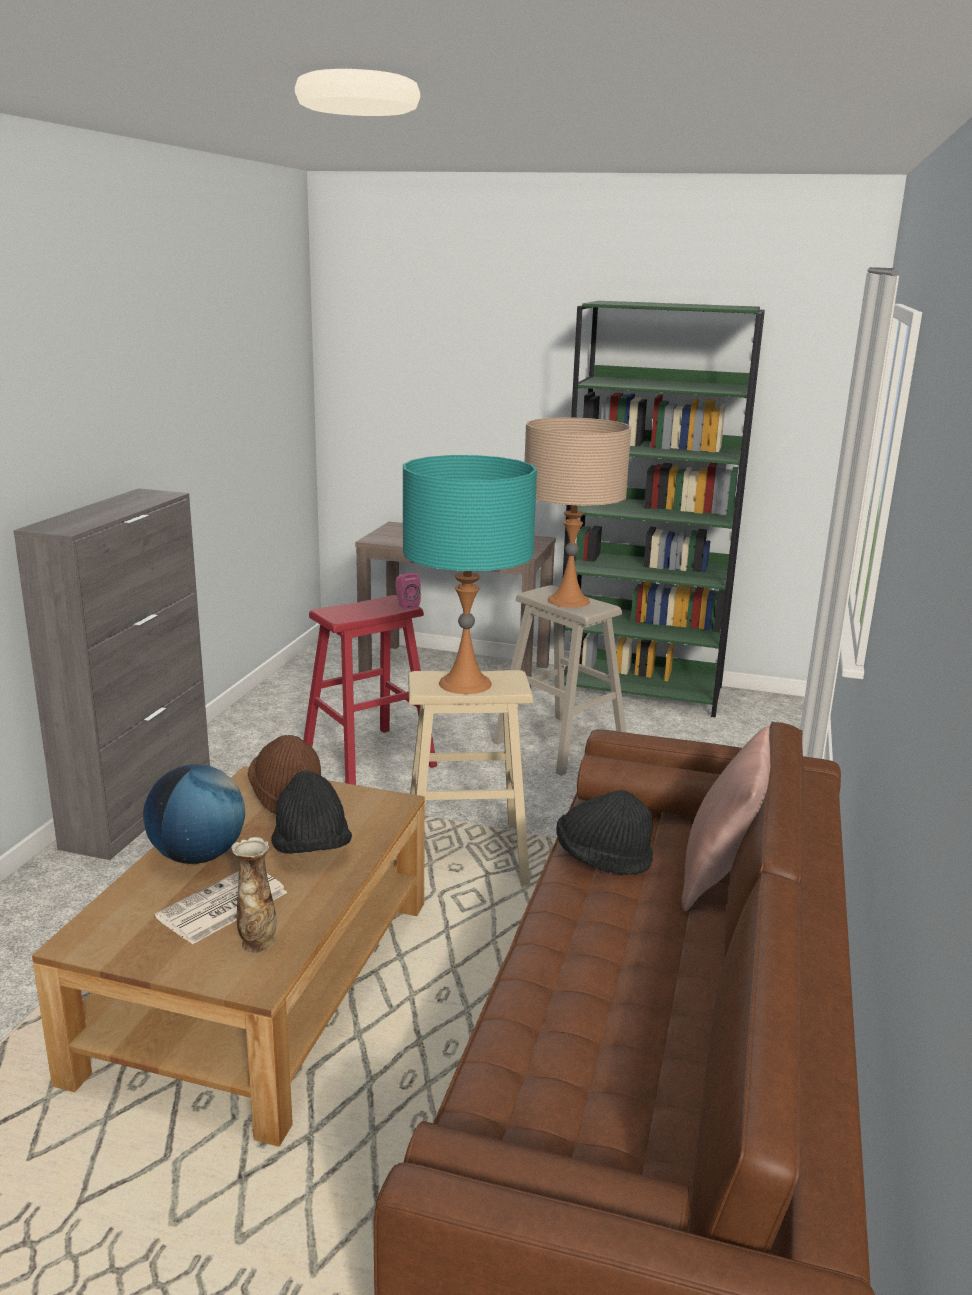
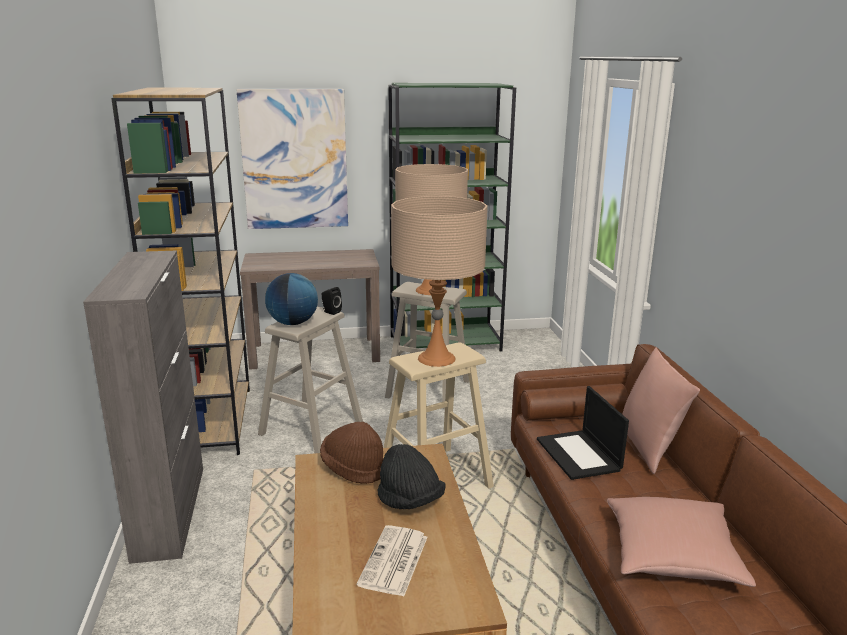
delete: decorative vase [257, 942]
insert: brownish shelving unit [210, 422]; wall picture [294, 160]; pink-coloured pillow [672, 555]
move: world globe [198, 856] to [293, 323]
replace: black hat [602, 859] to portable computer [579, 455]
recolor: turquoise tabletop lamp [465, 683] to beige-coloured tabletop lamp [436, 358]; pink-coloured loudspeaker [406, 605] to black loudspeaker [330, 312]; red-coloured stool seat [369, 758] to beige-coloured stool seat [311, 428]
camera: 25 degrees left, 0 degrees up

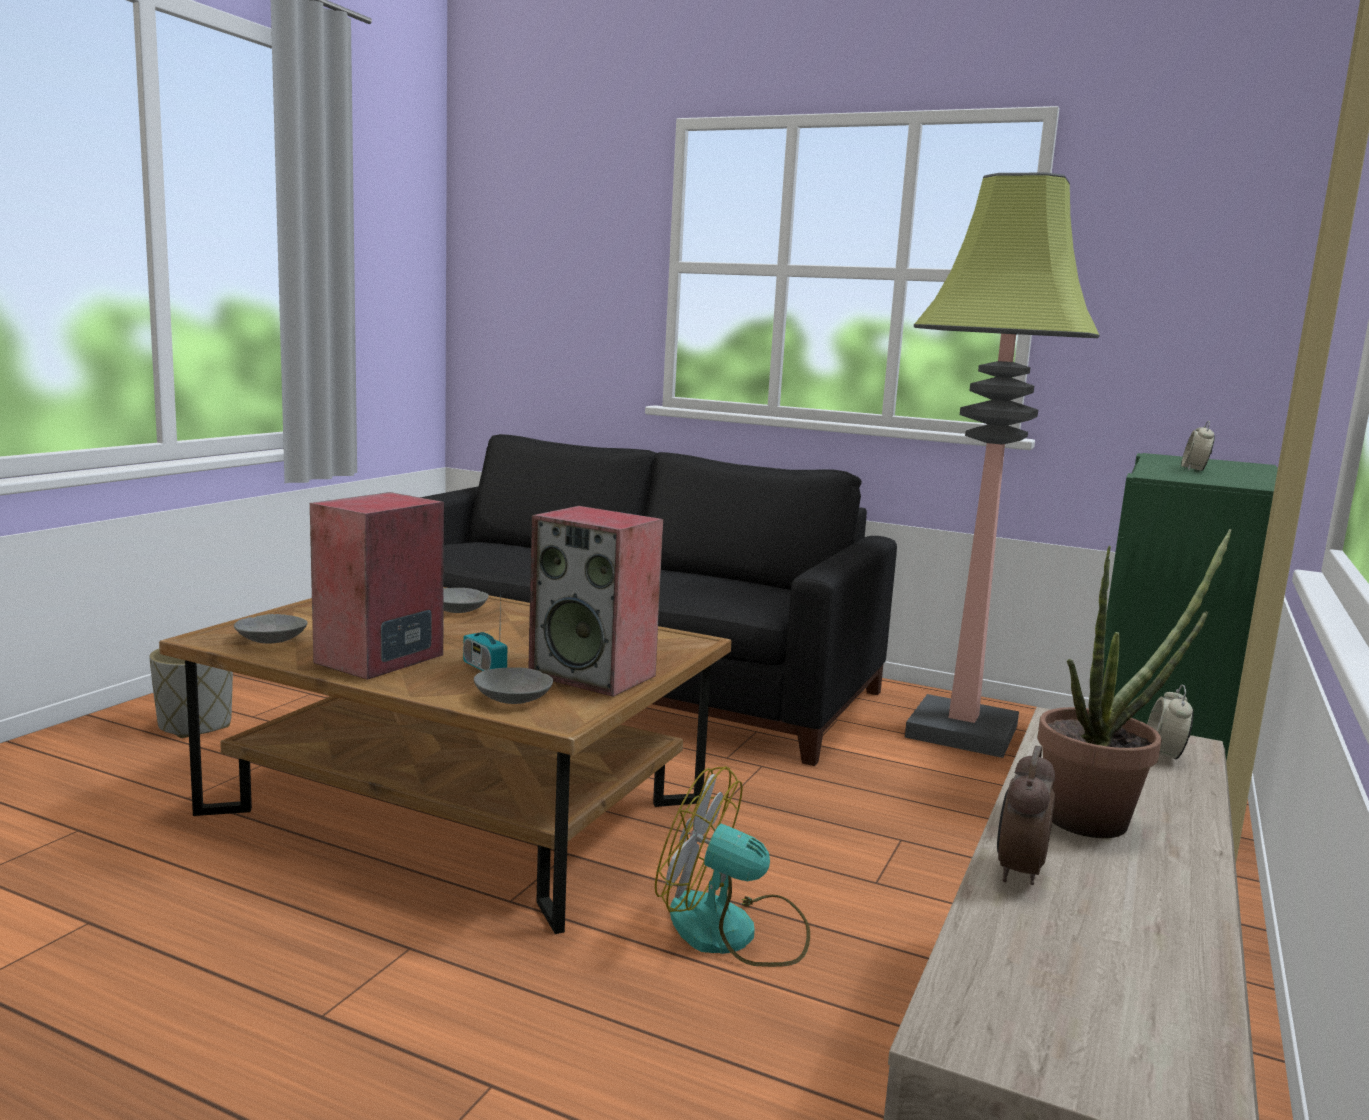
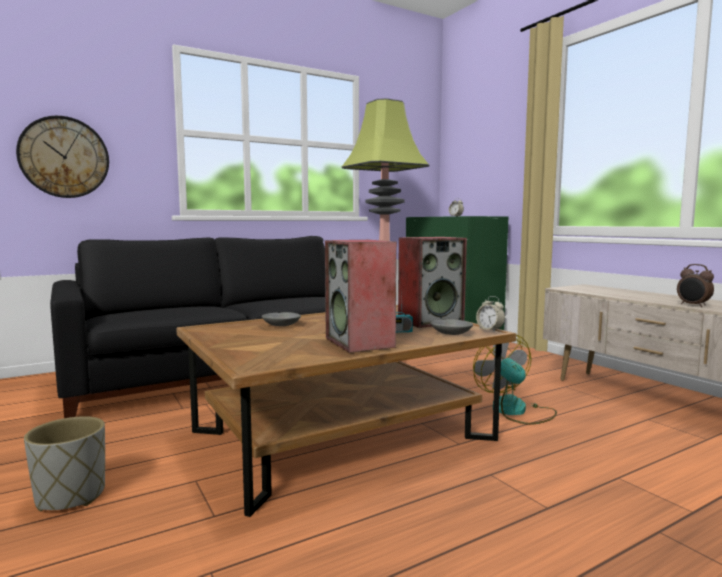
delete: potted plant [1100, 817]; gray bowl [271, 639]
insert: wall clock [64, 157]
move: bedside clock [1163, 755] to [490, 330]
rotate: cooling fan [733, 932] = [516, 411] 105 degrees clockwise
camera: 55 degrees left, 5 degrees down

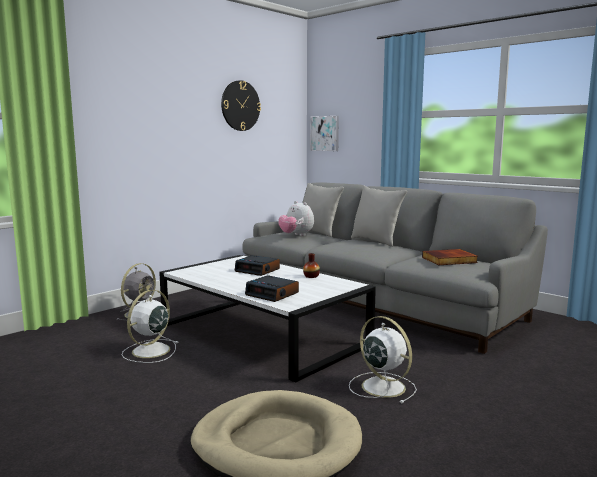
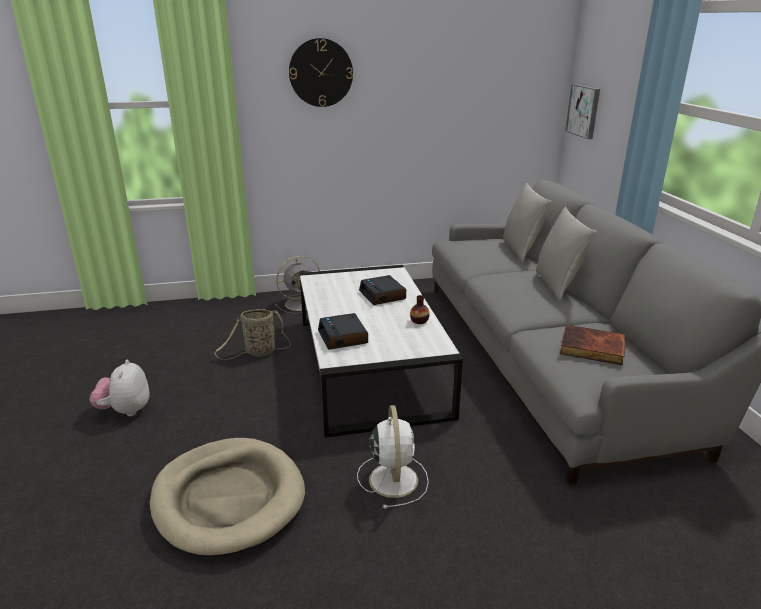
move: wall clock [240, 105] to [321, 73]; plush toy [296, 235] to [125, 410]
replace: white-coloured cooling fan [150, 351] to household basket [258, 352]
camera: 35 degrees right, 15 degrees up

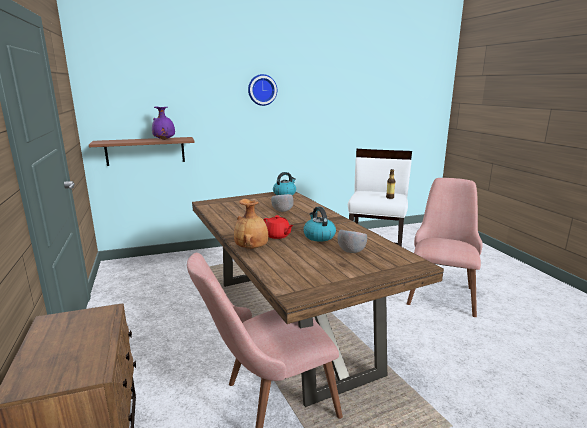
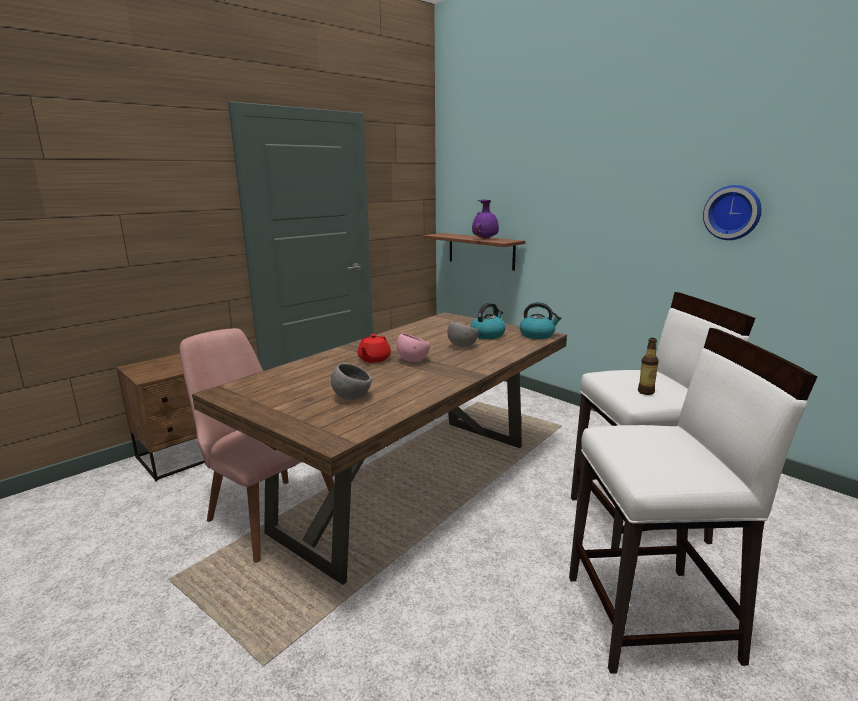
delete: brownish decorative vase [252, 248]
insert: pink-coloured bowl [412, 360]
move: wall clock [262, 90] to [733, 212]; water kettle [318, 236] to [488, 335]
replace: pink-coloured plain chair [441, 291] to white-coloured stool seat [652, 618]
camera: 65 degrees right, 0 degrees up

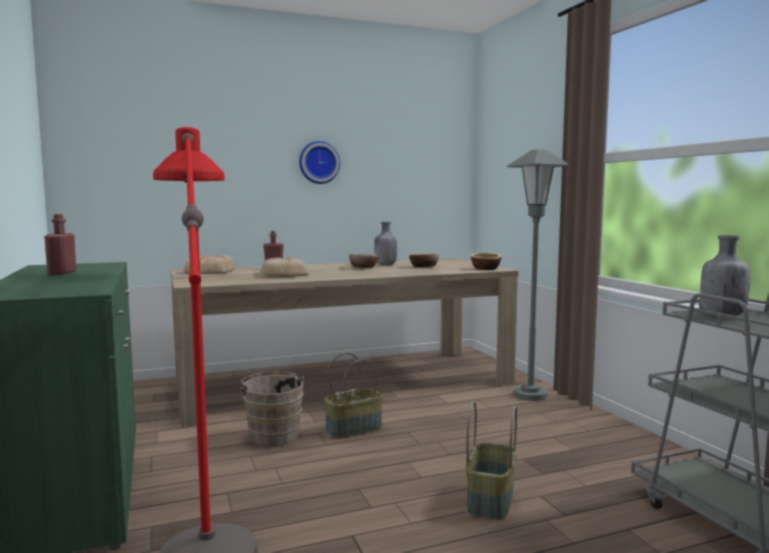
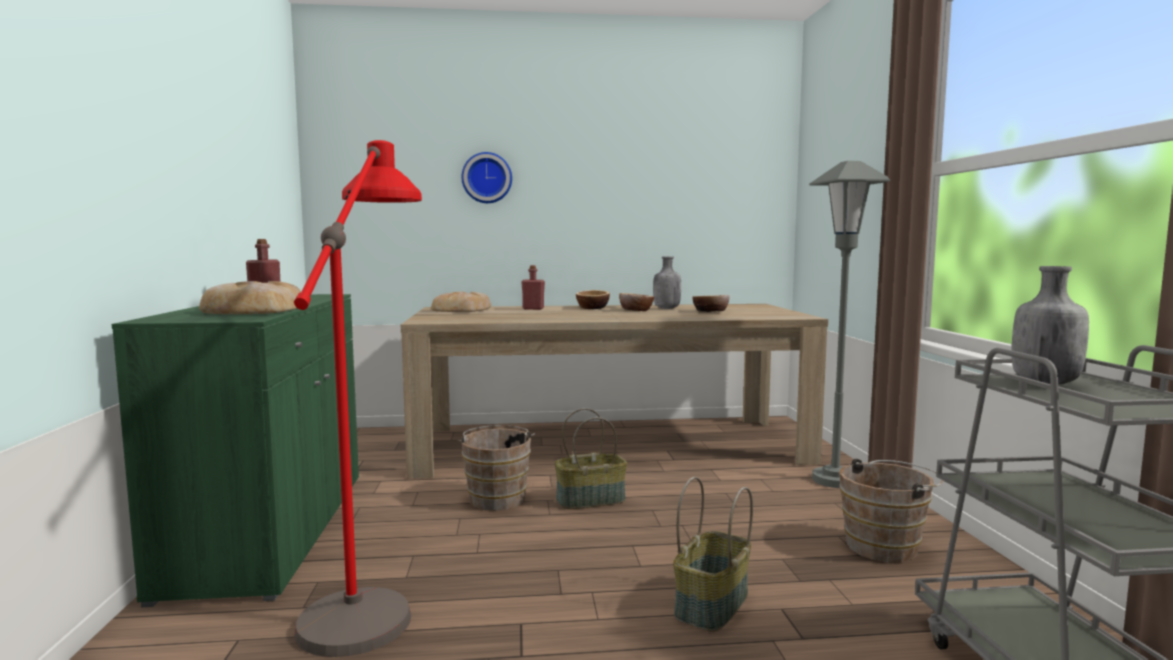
insert: brownish pail [886, 547]
move: wall clock [318, 162] to [487, 178]; bowl [485, 269] to [592, 308]; baked bread [284, 274] to [253, 310]
camera: 15 degrees right, 0 degrees up

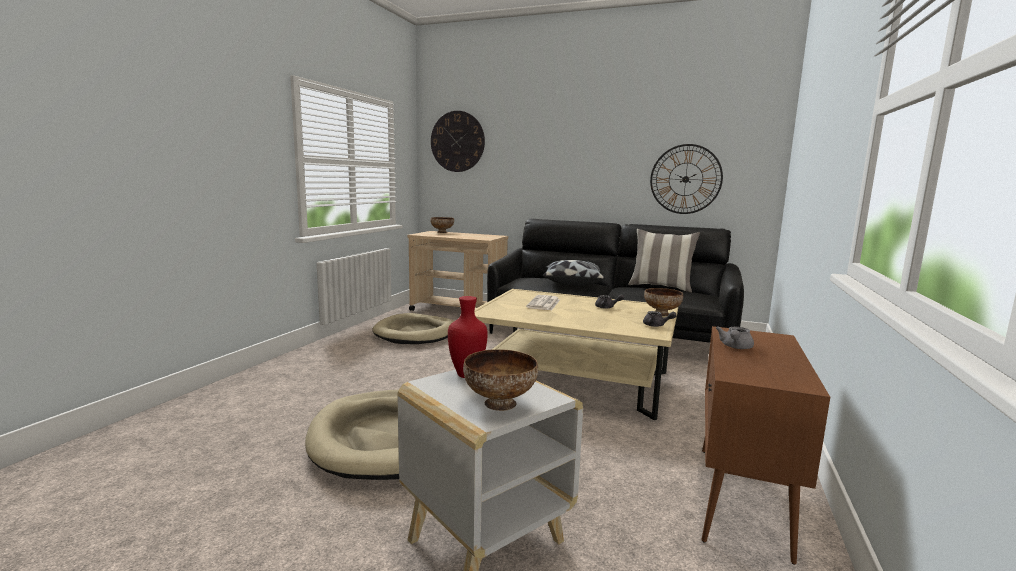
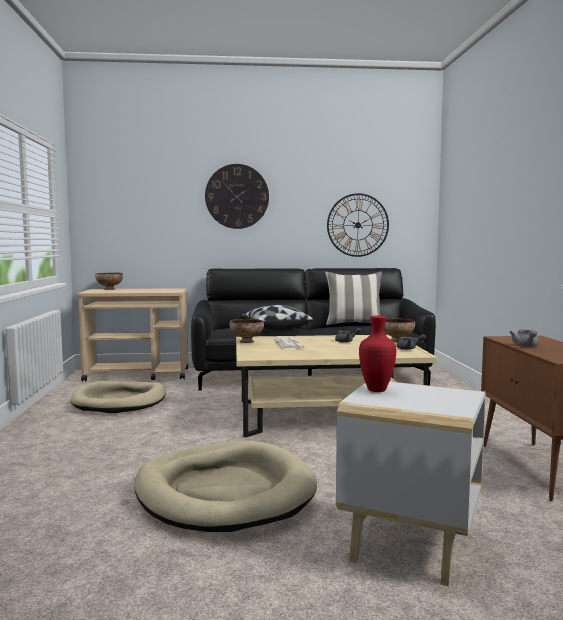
move: wall clock [457, 141] to [237, 196]; bowl [499, 403] to [246, 341]
camera: 25 degrees left, 5 degrees down

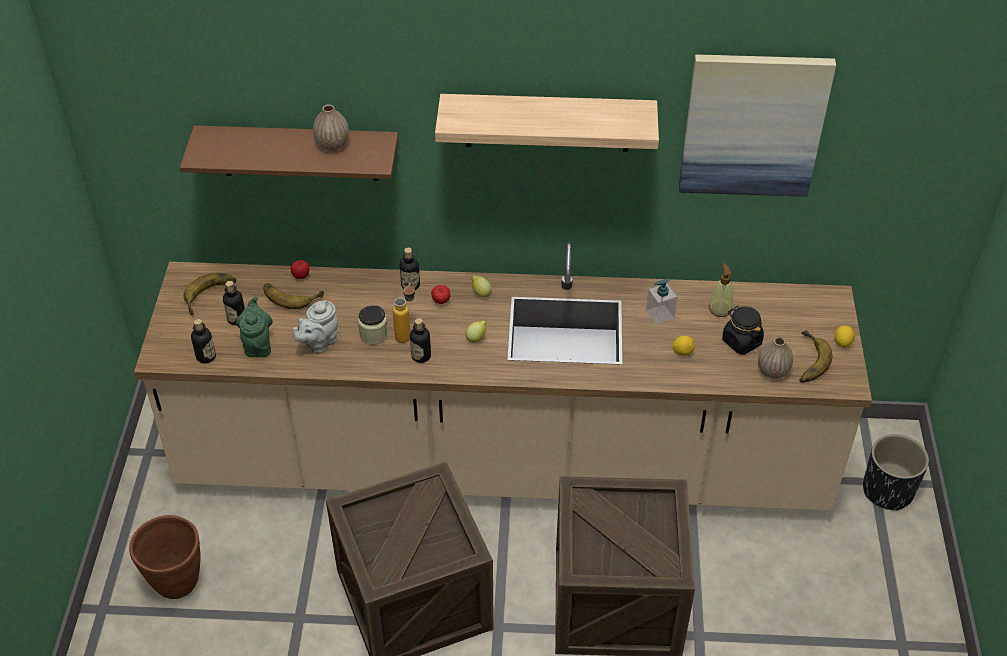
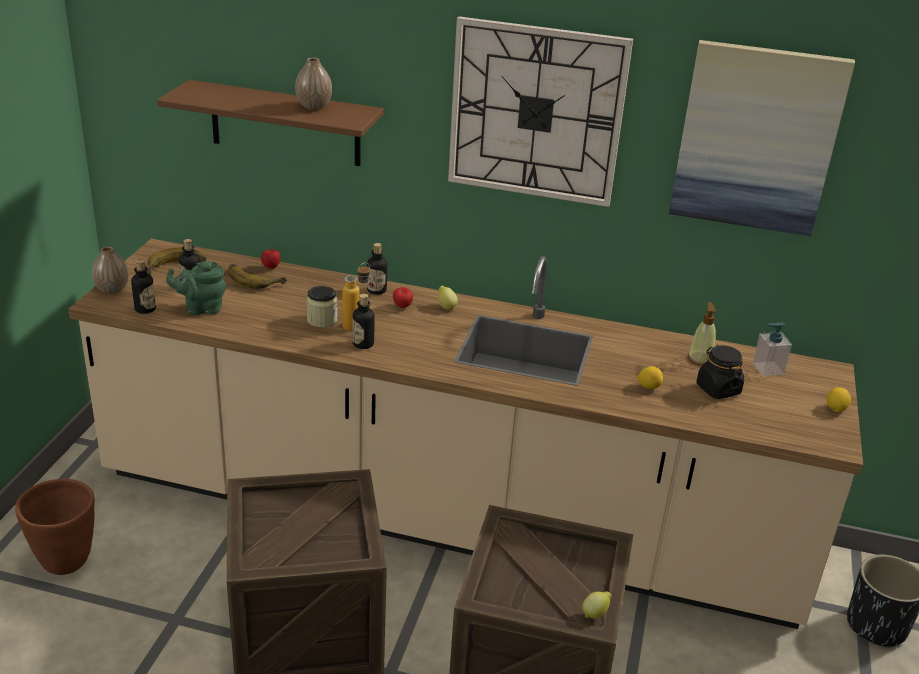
delete: gray tea pot [319, 343]; whole banana [806, 360]
move: liquid soap bottle [659, 314] to [768, 368]; whole lemon [476, 338] to [595, 613]; decorative vase [772, 372] to [112, 290]
replace: bracket shelf [547, 122] to wall clock [536, 112]
rotate: greenish tea pot [258, 344] = [201, 308] 105 degrees counterclockwise
camera: 10 degrees right, 15 degrees down

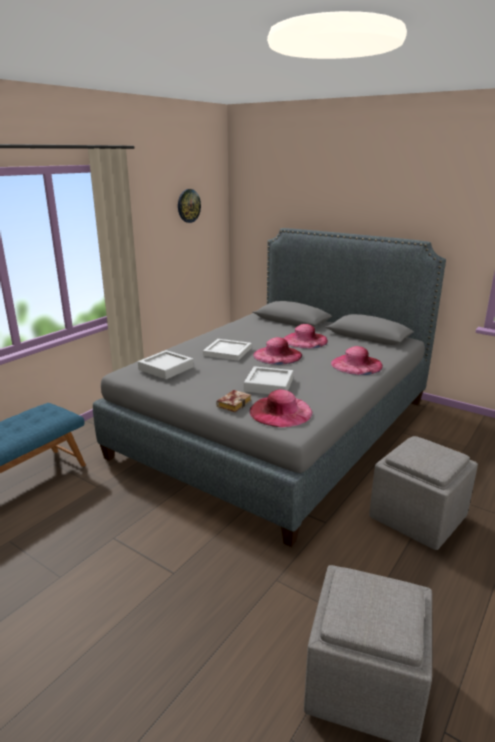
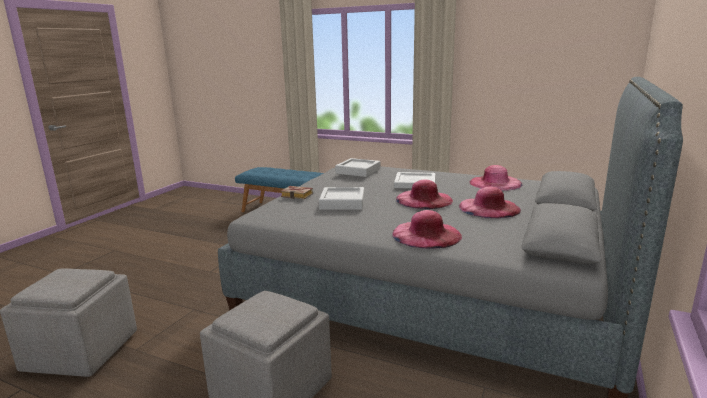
delete: wall clock [188, 205]
move: pink-coloured hat [280, 411] to [495, 183]
camera: 80 degrees right, 5 degrees down

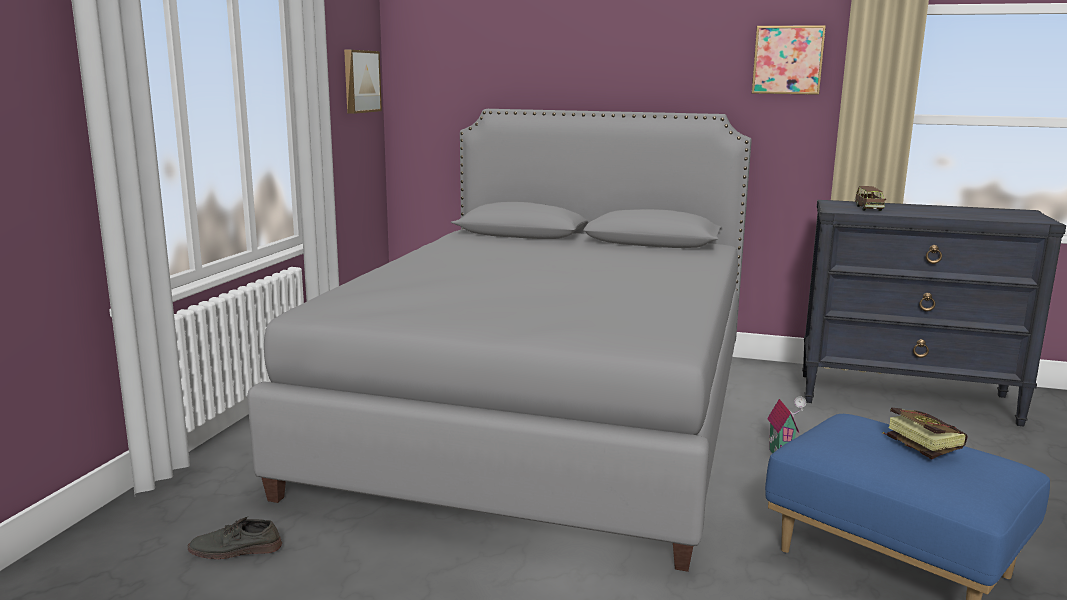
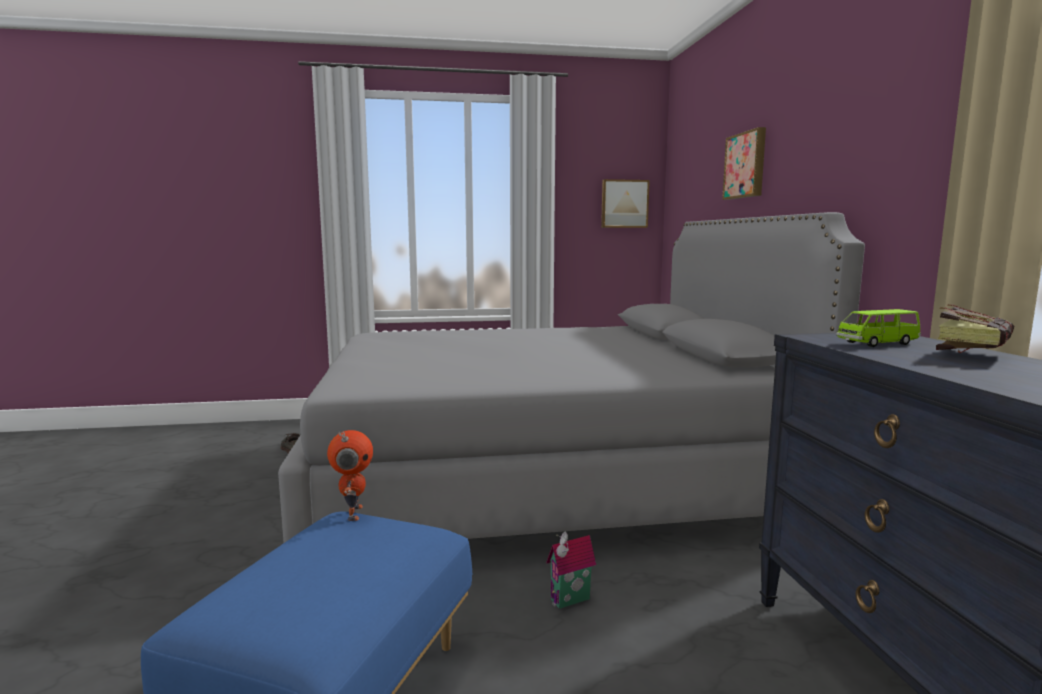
insert: model robot [353, 513]
move: wall picture [787, 60] to [746, 165]; volume [917, 446] to [972, 354]
recolor: brownish miniature car [868, 208] to greenish miniature car [877, 343]
camera: 65 degrees right, 5 degrees down

